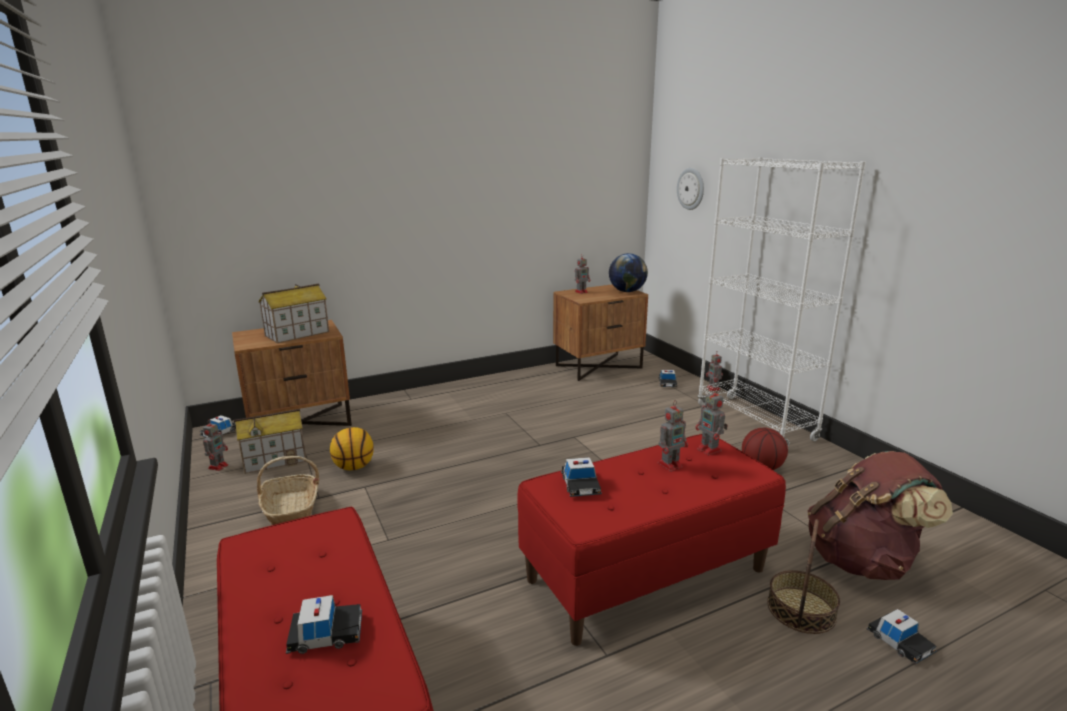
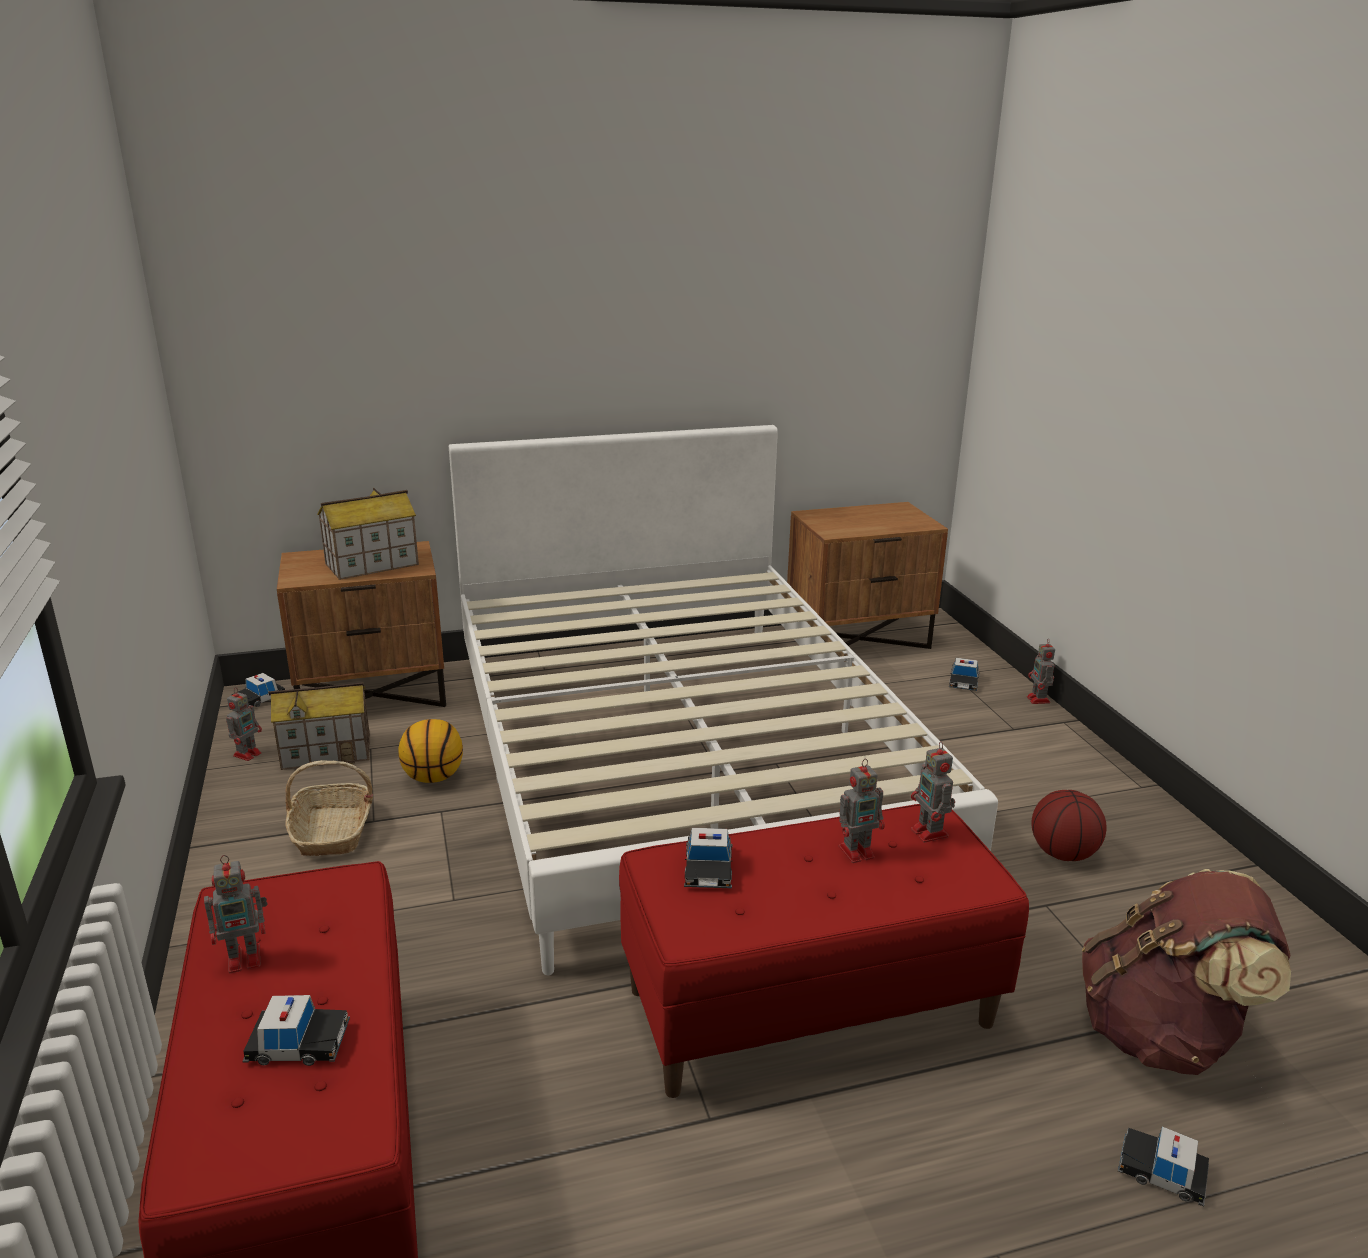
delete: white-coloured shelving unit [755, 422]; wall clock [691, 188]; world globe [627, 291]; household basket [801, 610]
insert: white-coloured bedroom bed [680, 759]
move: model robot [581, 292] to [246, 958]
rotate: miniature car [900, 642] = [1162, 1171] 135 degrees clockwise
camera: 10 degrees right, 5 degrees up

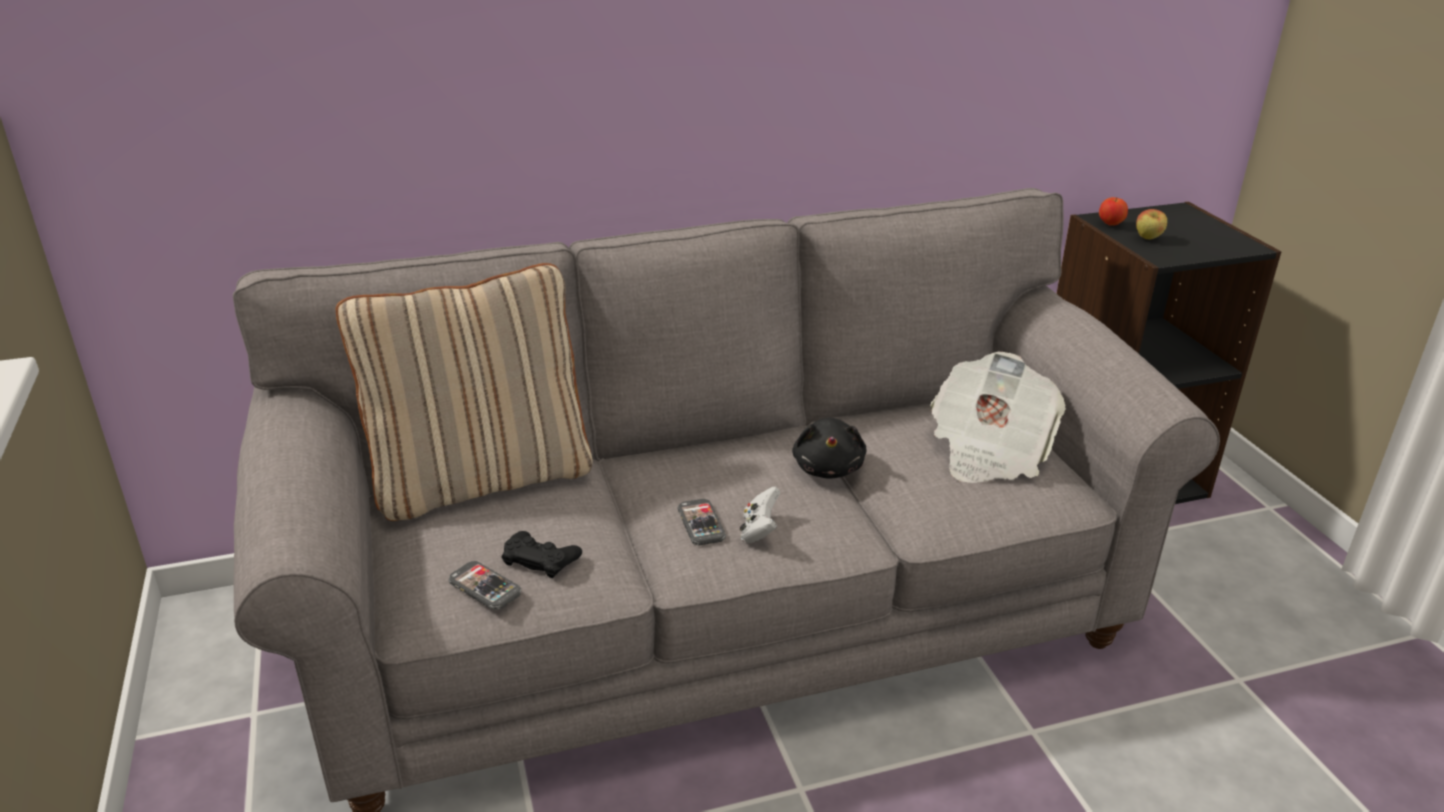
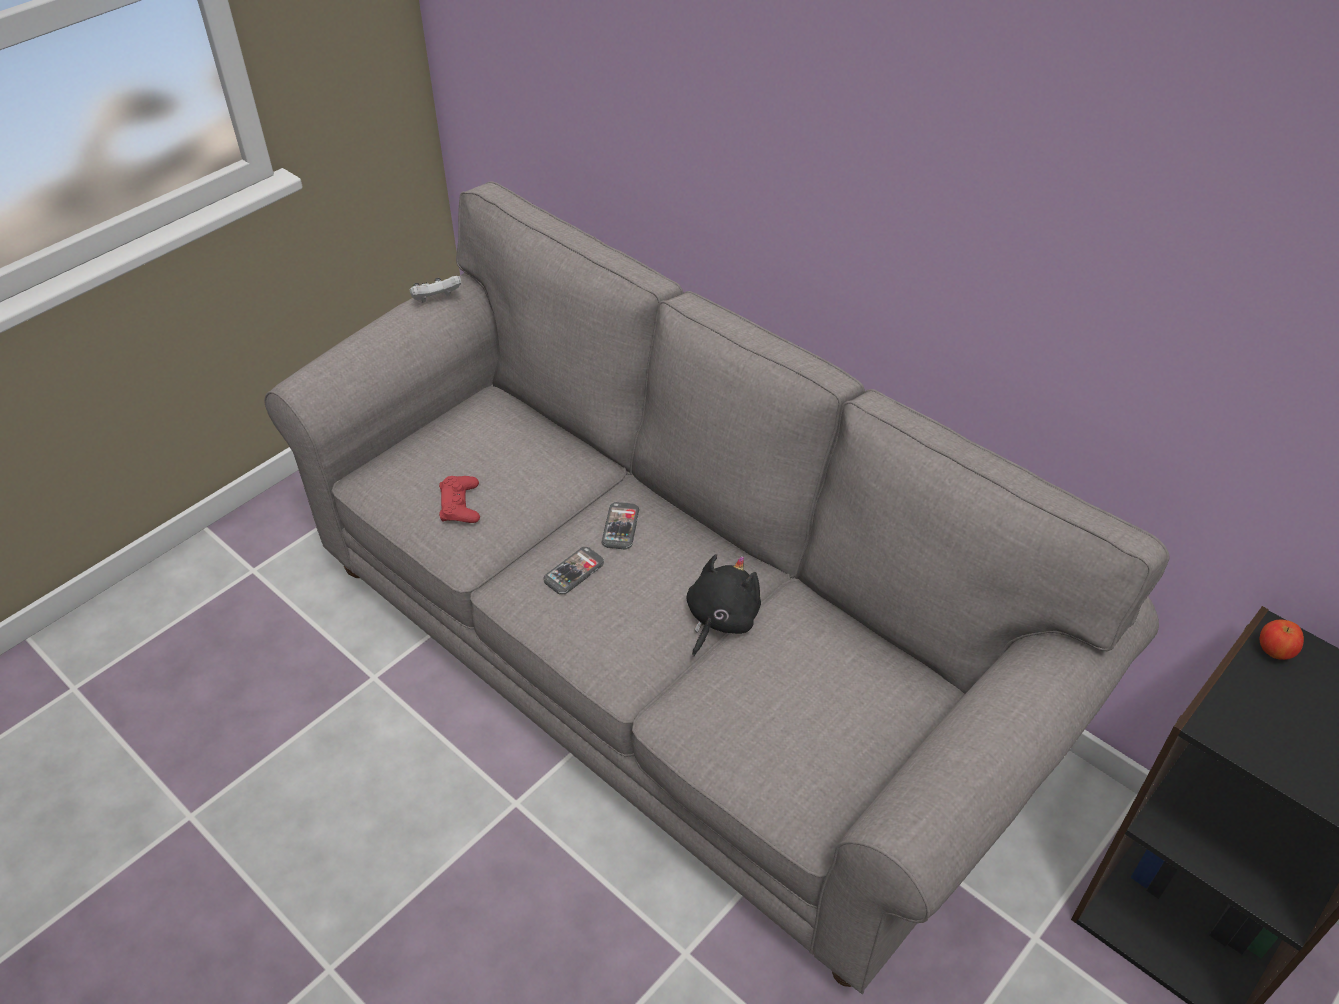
delete: apple fruit [1148, 239]; beige-coloured pillow [482, 478]; printed paper [988, 450]
move: white-coloured gamepad [759, 531] to [436, 300]; telephone [485, 587] to [620, 527]
recolor: black gamepad [540, 559] to red-coloured gamepad [460, 504]
rotate: black plush toy [828, 468] = [720, 619] 150 degrees clockwise
camera: 60 degrees right, 15 degrees up

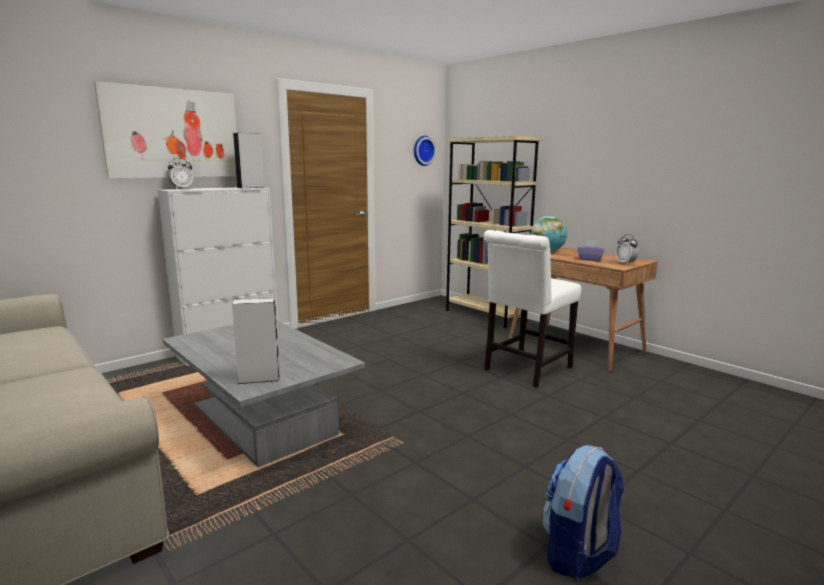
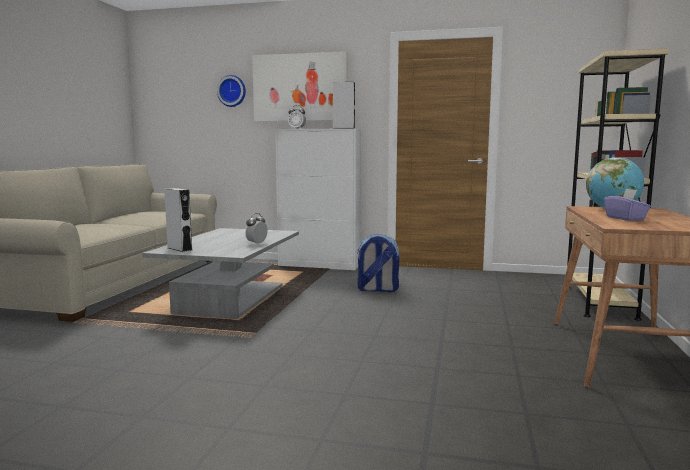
delete: white-coloured plain chair [525, 370]
move: wall clock [422, 150] to [232, 91]; bedside clock [625, 263] to [256, 243]; knapsack [578, 554] to [377, 290]
camera: 55 degrees right, 5 degrees down

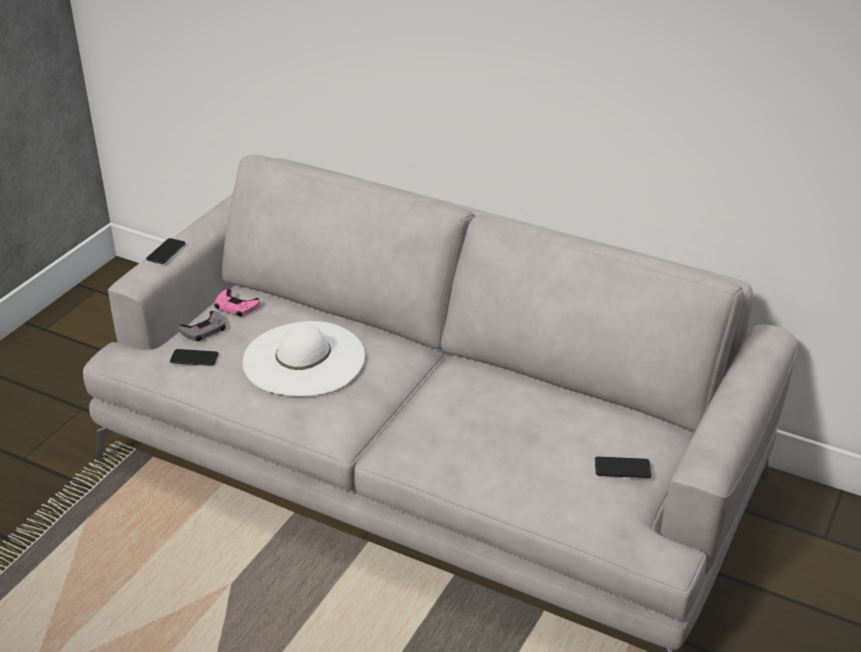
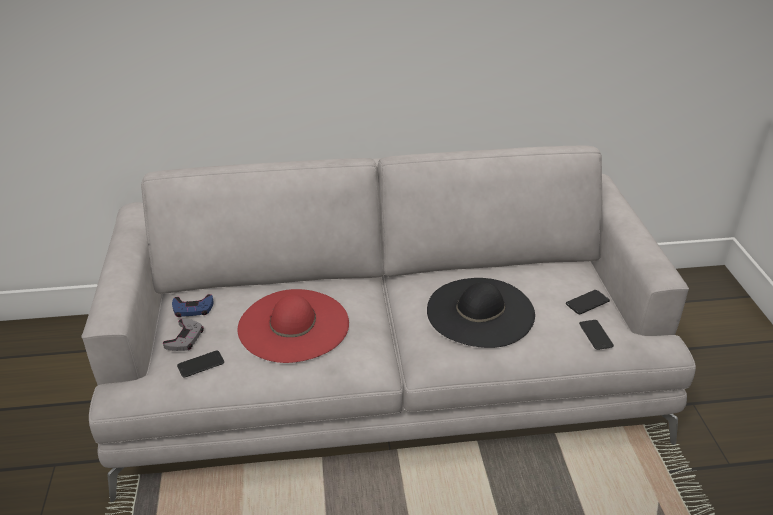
insert: black hat [480, 312]
move: telephone [166, 252] to [596, 335]
recolor: pink-coloured gamepad [236, 307] to bluish gamepad [193, 309]; white-coloured hat [304, 359] to red-coloured hat [293, 325]
camera: 35 degrees left, 0 degrees up

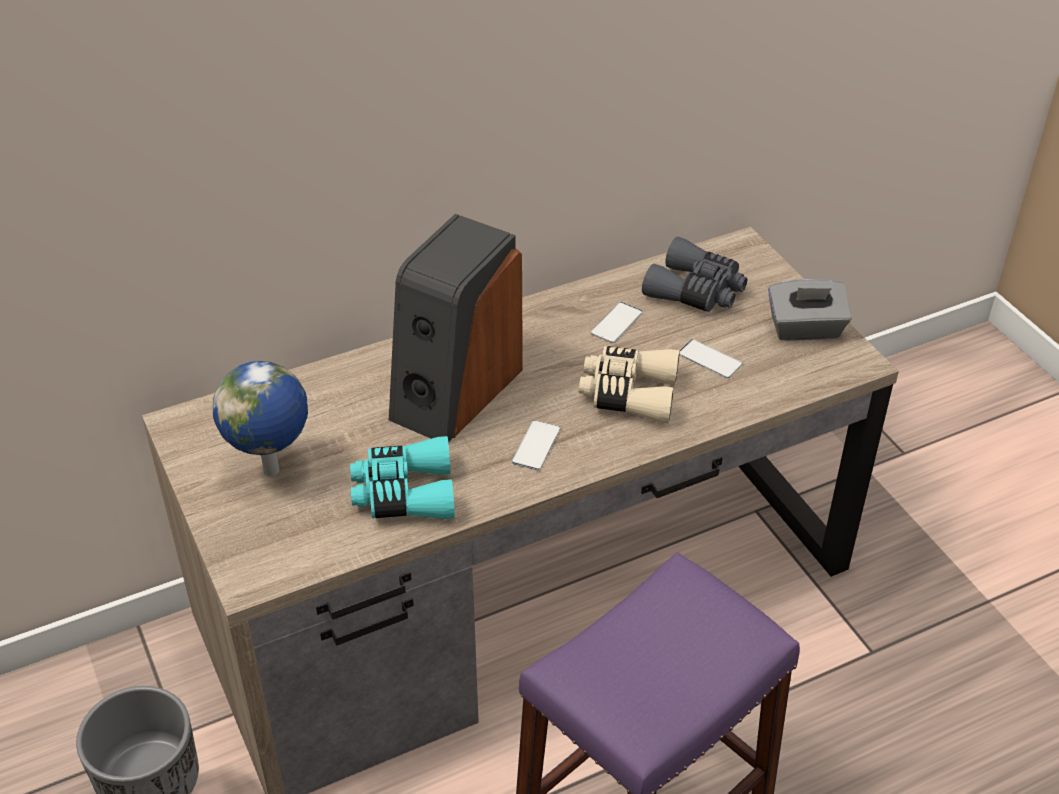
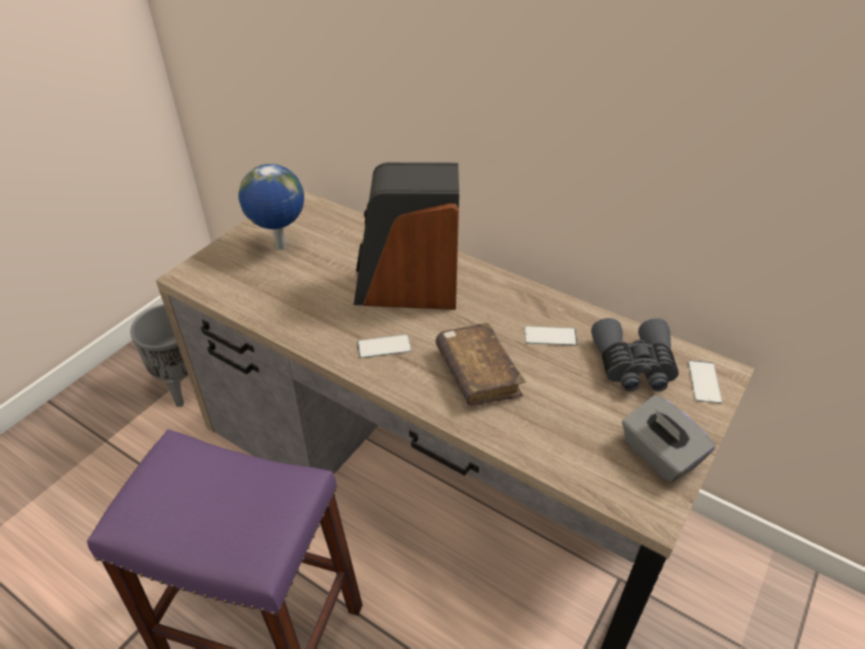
delete: turquoise binoculars [404, 493]
move: telephone [709, 359] to [704, 382]
replace: beige-coloured binoculars [628, 393] to brownish volume [478, 373]
camera: 60 degrees right, 0 degrees up

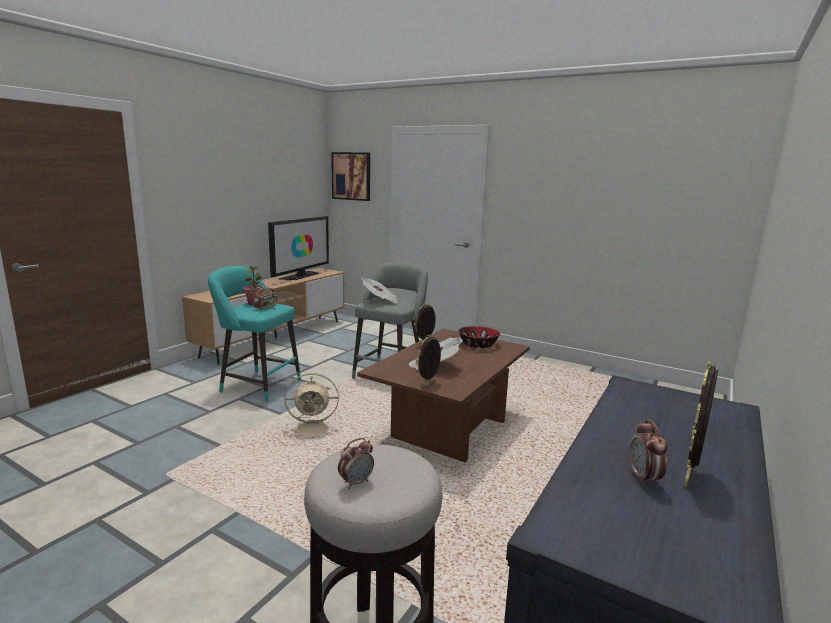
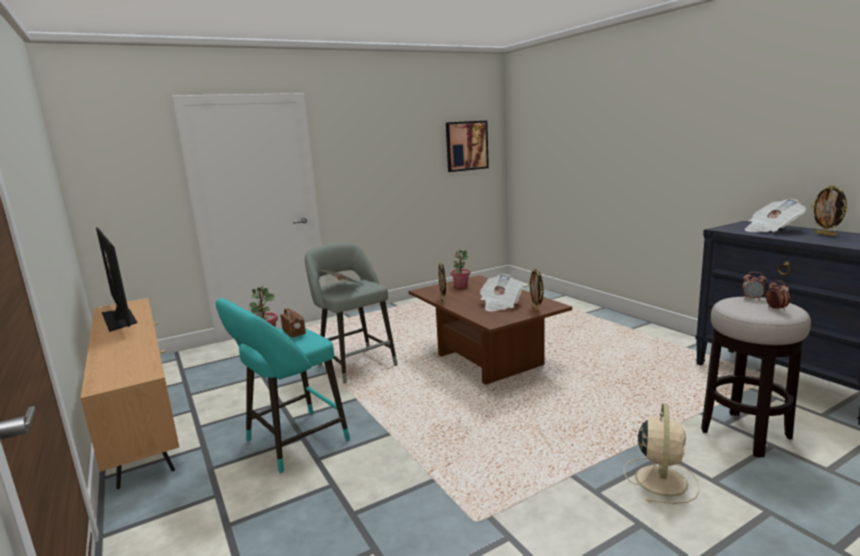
insert: printed paper [771, 229]
move: wall picture [351, 176] to [466, 146]; beige-coloured cooling fan [314, 429] to [661, 479]; bedside clock [644, 478] to [752, 298]
replace: bowl [478, 344] to potted plant [461, 286]
camera: 60 degrees left, 0 degrees up

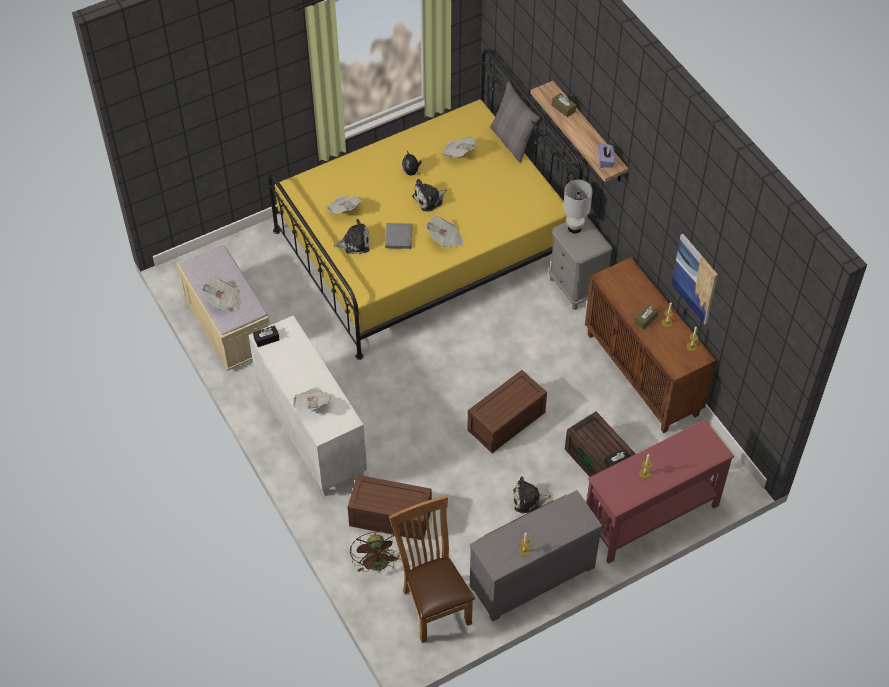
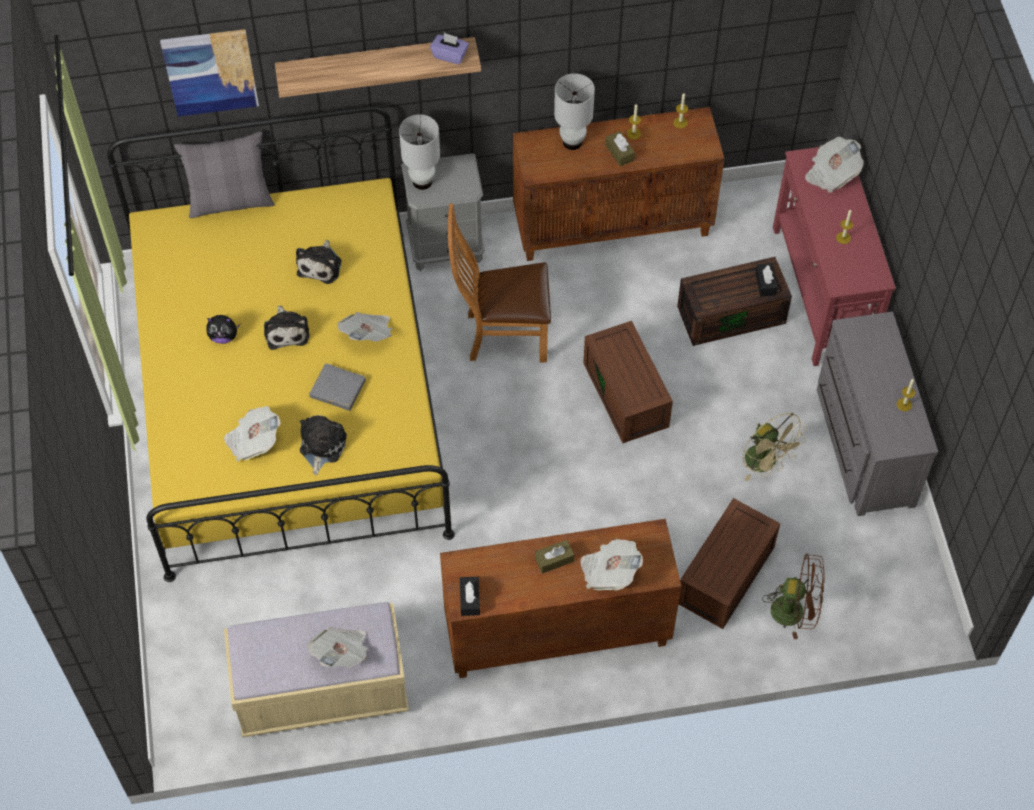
insert: white-coloured tabletop lamp [572, 141]; beige-coloured cooling fan [766, 463]
move: brownish tissue box [563, 108] to [554, 560]; printed paper [458, 153] to [831, 173]; wall picture [695, 278] to [210, 72]; plush toy [528, 500] to [321, 265]; brownish plain chair [433, 603] to [501, 335]
recolor: white-coloured cupboard [310, 434] to brownish cupboard [556, 634]
camera: 70 degrees left, 5 degrees up

